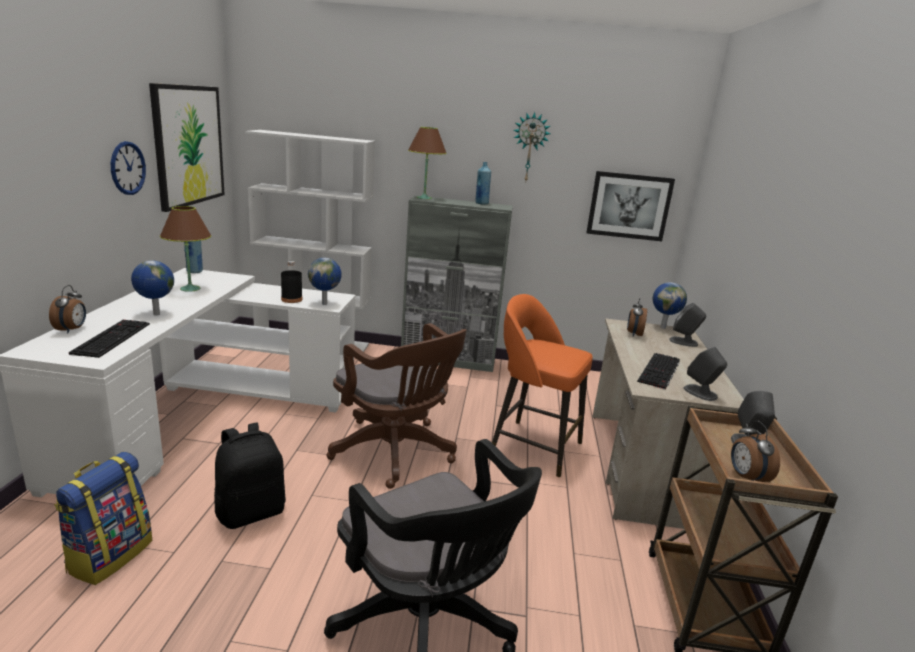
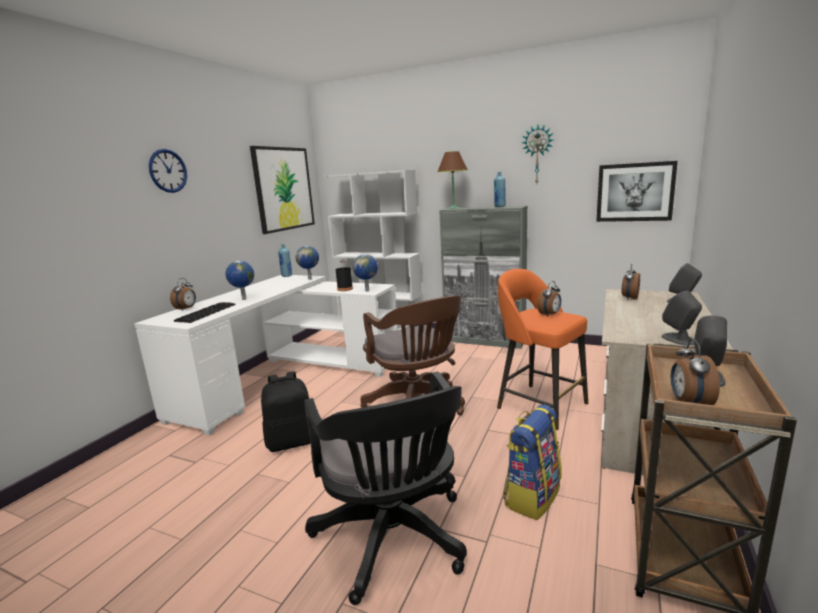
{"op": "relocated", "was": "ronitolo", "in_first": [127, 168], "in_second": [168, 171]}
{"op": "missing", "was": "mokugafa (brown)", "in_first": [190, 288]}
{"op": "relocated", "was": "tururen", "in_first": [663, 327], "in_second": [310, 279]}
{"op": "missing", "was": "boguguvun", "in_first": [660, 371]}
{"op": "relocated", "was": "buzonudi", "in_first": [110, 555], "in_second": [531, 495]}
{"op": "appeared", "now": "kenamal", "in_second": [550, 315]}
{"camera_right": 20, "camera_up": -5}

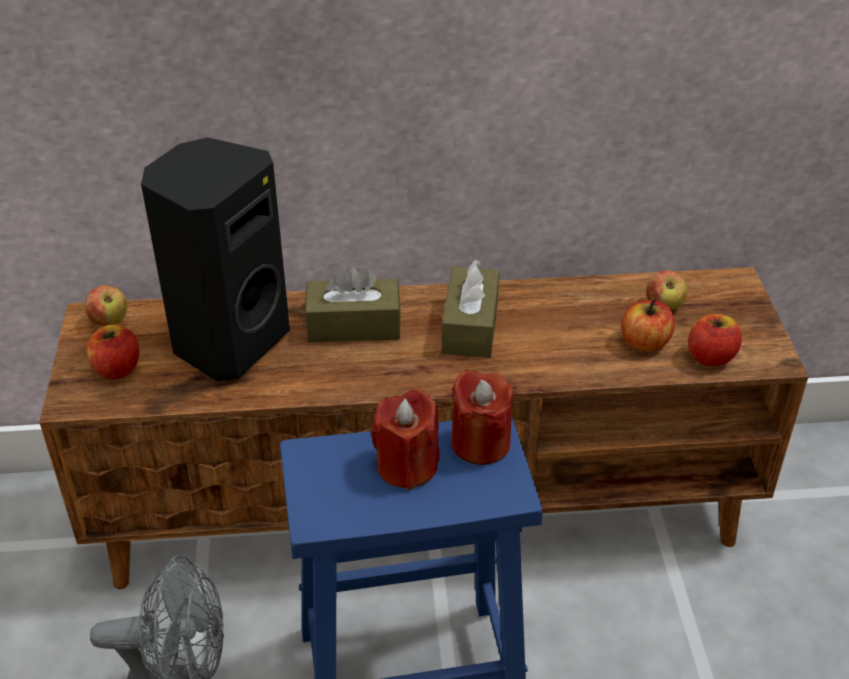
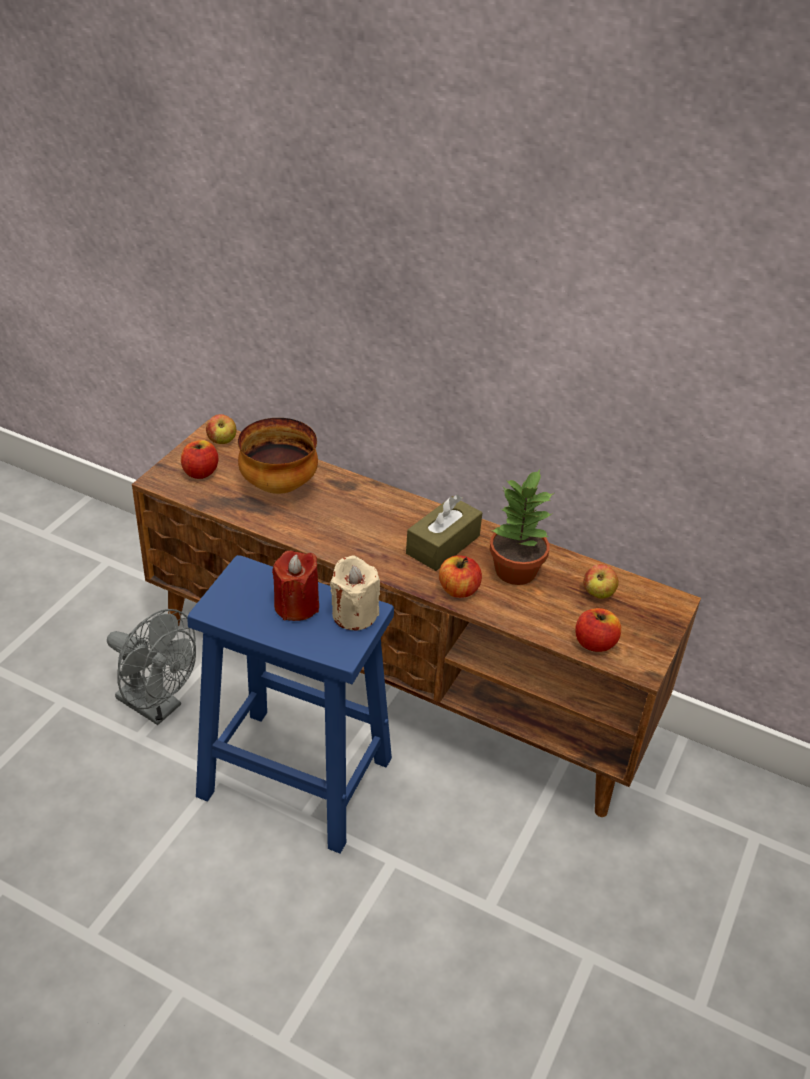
{"op": "exchanged", "was": "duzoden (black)", "now": "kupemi", "in_first": [228, 342], "in_second": [279, 485]}
{"op": "missing", "was": "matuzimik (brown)", "in_first": [353, 325]}
{"op": "relocated", "was": "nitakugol", "in_first": [645, 342], "in_second": [458, 590]}
{"op": "colour", "was": "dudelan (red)", "now": "dudelan (beige)", "in_first": [480, 443], "in_second": [354, 614]}
{"op": "appeared", "now": "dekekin", "in_second": [514, 571]}
{"camera_right": 30, "camera_up": 0}

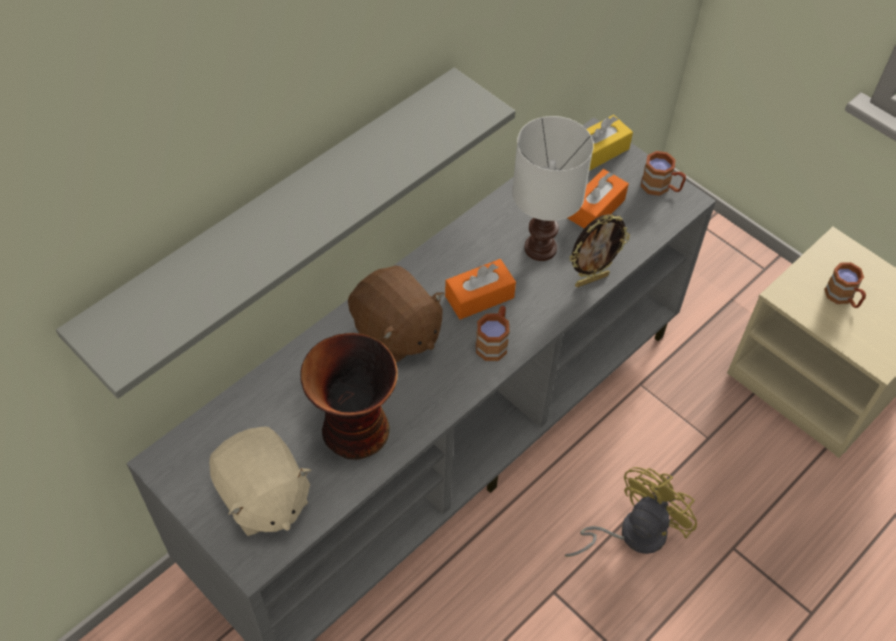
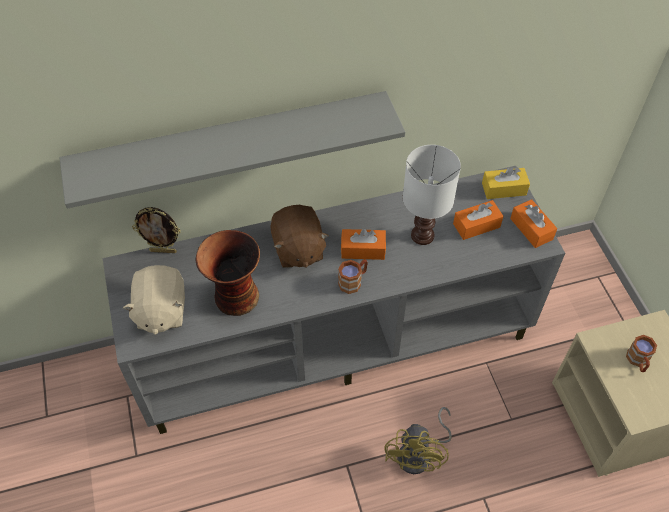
{"op": "exchanged", "was": "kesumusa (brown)", "now": "matuzimik (orange)", "in_first": [661, 187], "in_second": [531, 229]}
{"op": "relocated", "was": "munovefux", "in_first": [591, 279], "in_second": [163, 251]}
{"op": "spun", "was": "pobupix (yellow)", "in_first": [632, 533], "in_second": [420, 455], "clockwise": 120}
{"camera_right": 30, "camera_up": 0}

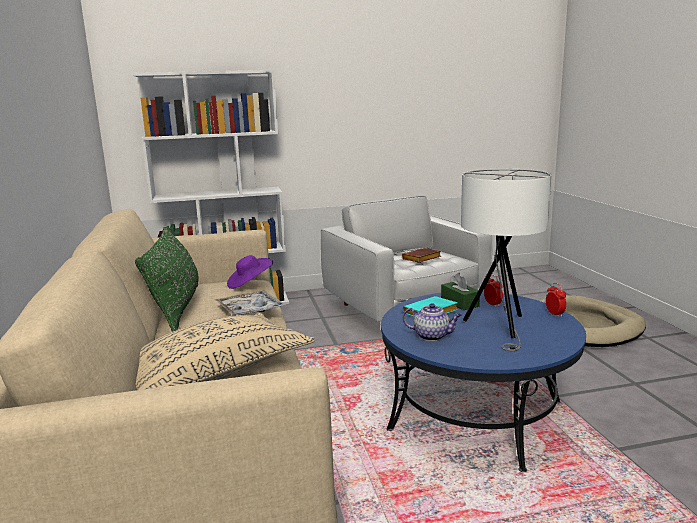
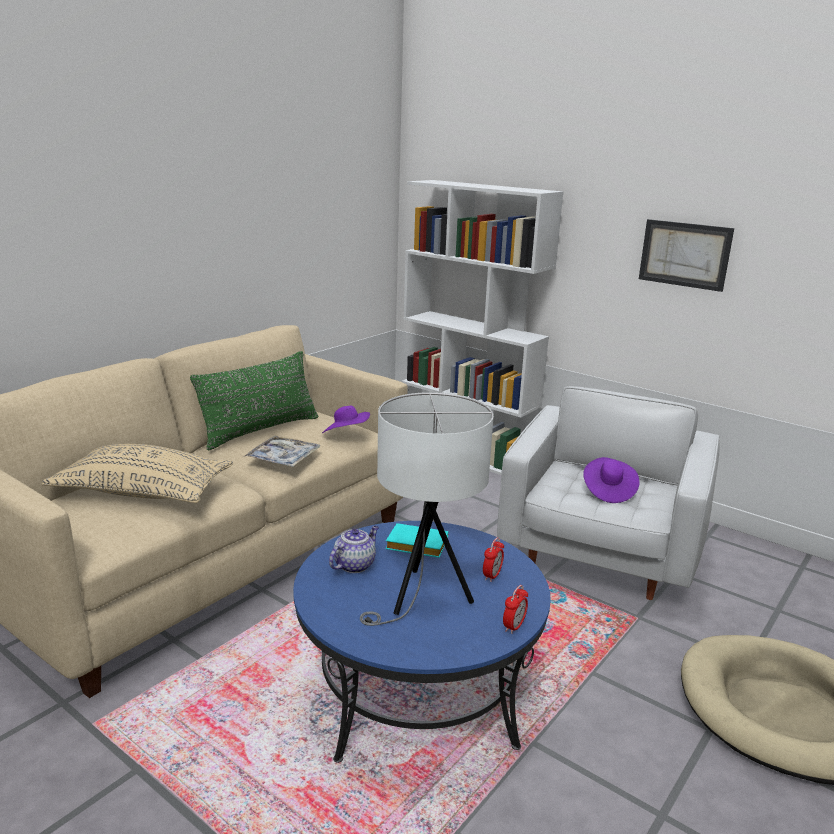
{"op": "exchanged", "was": "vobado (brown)", "now": "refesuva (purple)", "in_first": [421, 259], "in_second": [608, 491]}
{"op": "missing", "was": "matuzimik (green)", "in_first": [459, 303]}
{"op": "spun", "was": "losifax", "in_first": [432, 336], "in_second": [354, 565], "clockwise": -120}
{"op": "appeared", "now": "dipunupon", "in_second": [684, 254]}
{"camera_right": 50, "camera_up": 5}

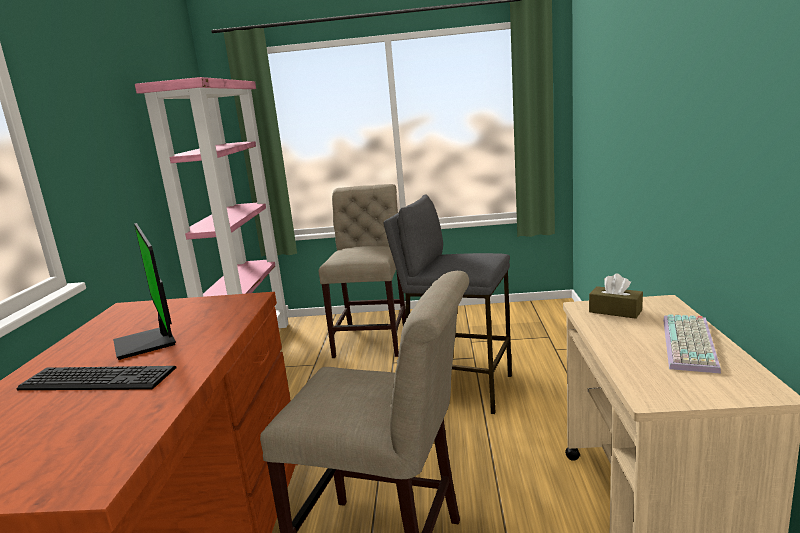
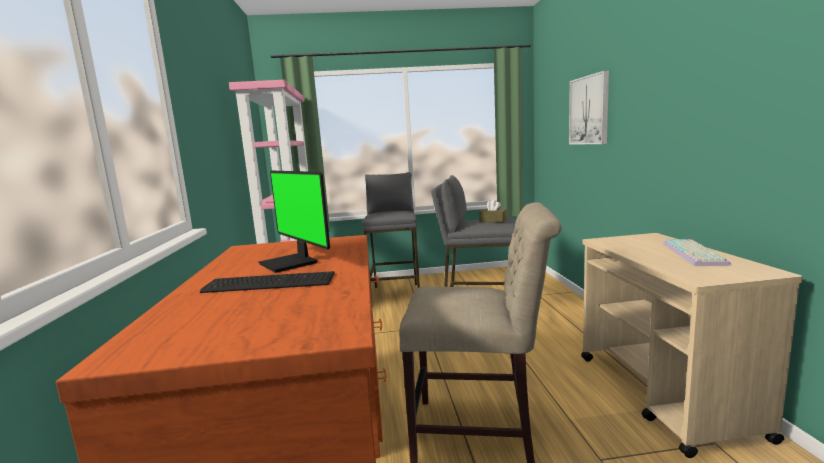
{"op": "exchanged", "was": "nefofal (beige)", "now": "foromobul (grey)", "in_first": [373, 338], "in_second": [396, 294]}
{"op": "relocated", "was": "matuzimik (brown)", "in_first": [615, 311], "in_second": [493, 221]}
{"op": "appeared", "now": "dipunupon", "in_second": [589, 110]}
{"camera_right": -10, "camera_up": -5}

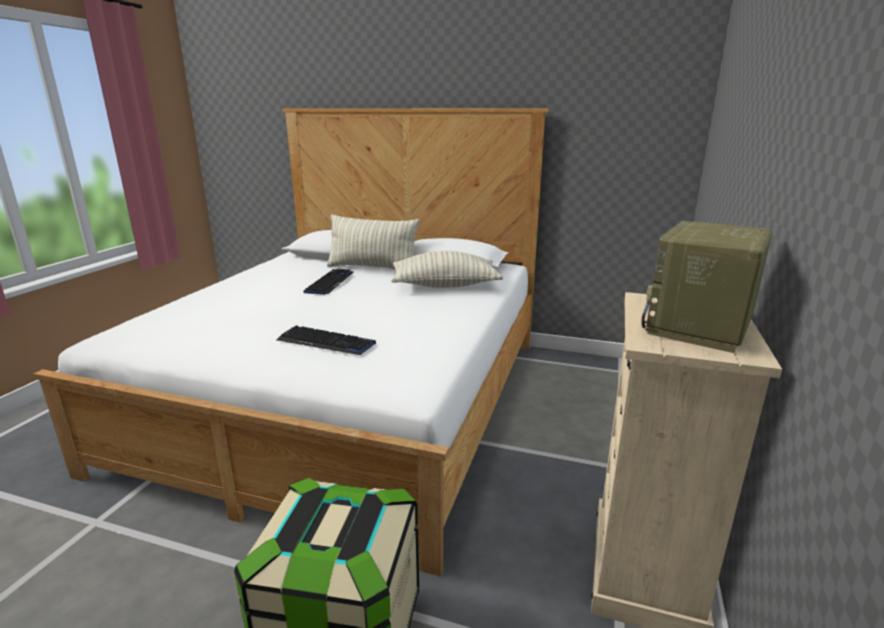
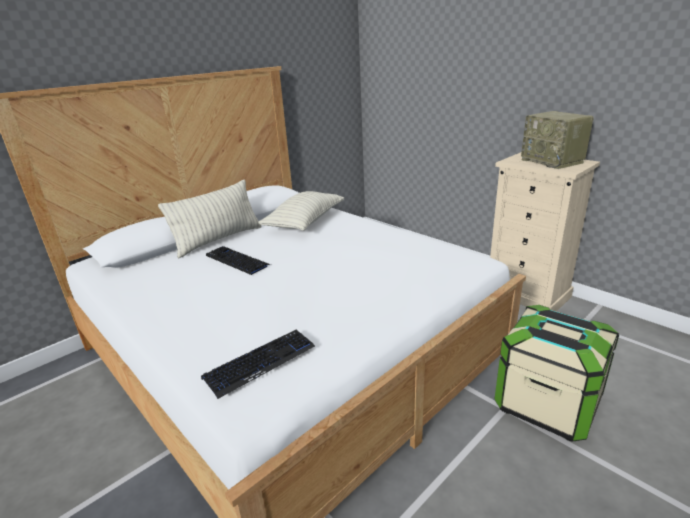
{"op": "relocated", "was": "boguguvun", "in_first": [326, 342], "in_second": [260, 362]}
{"camera_right": -60, "camera_up": 5}

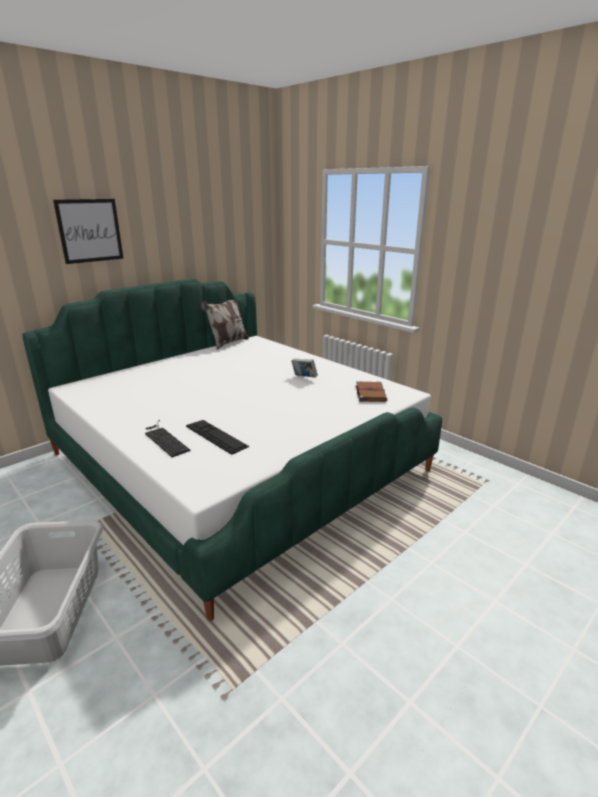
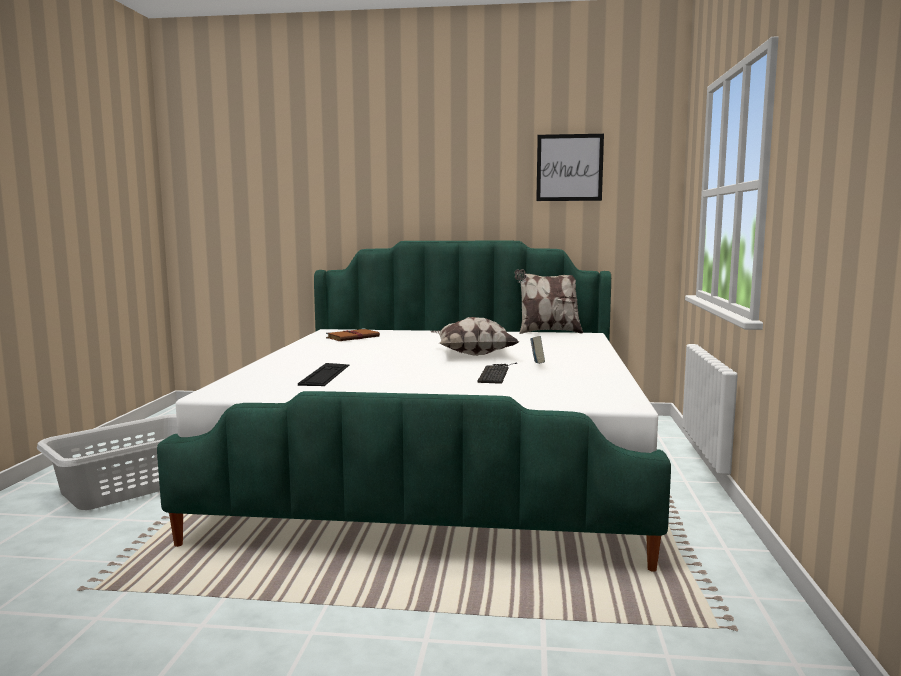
{"op": "relocated", "was": "dipunupon", "in_first": [90, 230], "in_second": [569, 167]}
{"op": "relocated", "was": "vobado (brown)", "in_first": [370, 393], "in_second": [353, 337]}
{"op": "relocated", "was": "boguguvun", "in_first": [164, 439], "in_second": [496, 373]}
{"op": "appeared", "now": "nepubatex", "in_second": [472, 354]}
{"camera_right": 50, "camera_up": -15}

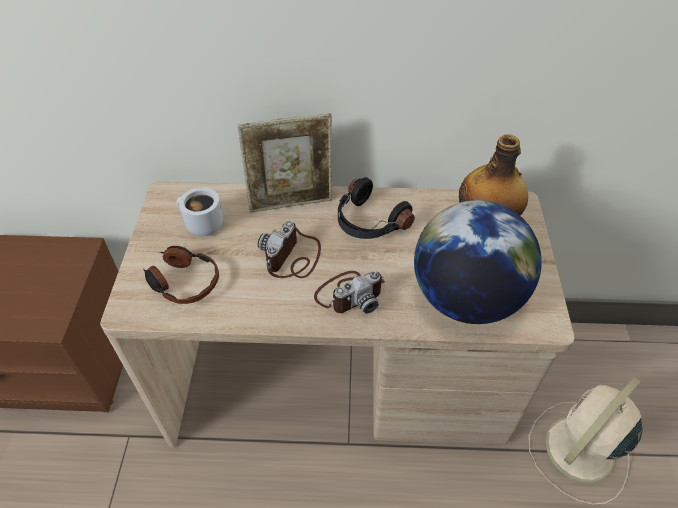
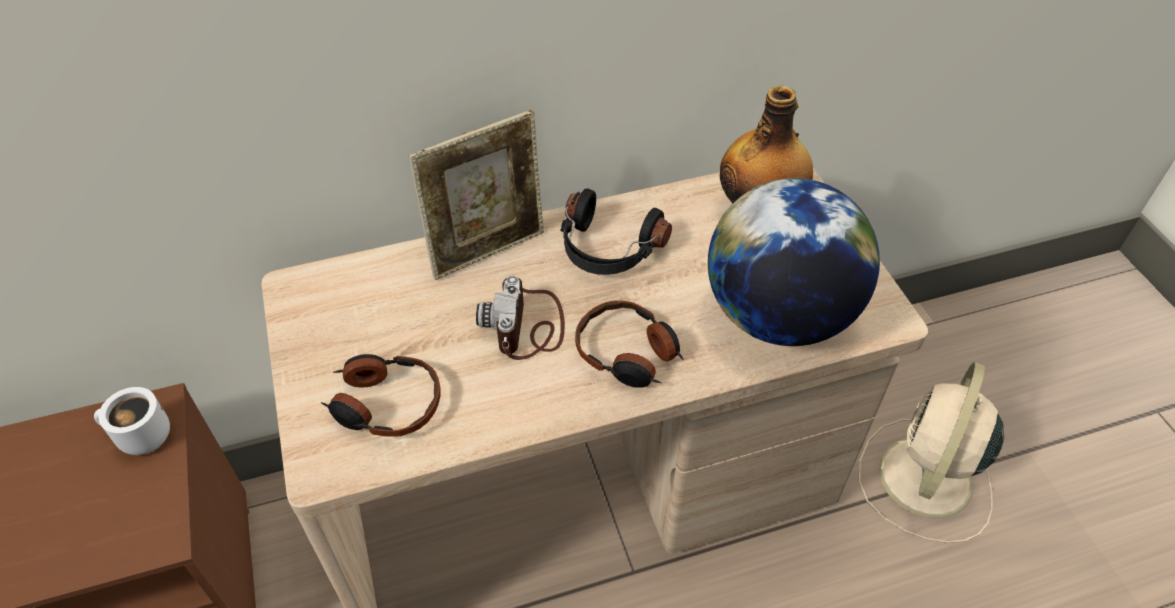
{"op": "relocated", "was": "kesumusa (white)", "in_first": [201, 225], "in_second": [139, 438]}
{"op": "exchanged", "was": "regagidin", "now": "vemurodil", "in_first": [349, 294], "in_second": [628, 354]}
{"camera_right": -20, "camera_up": 0}

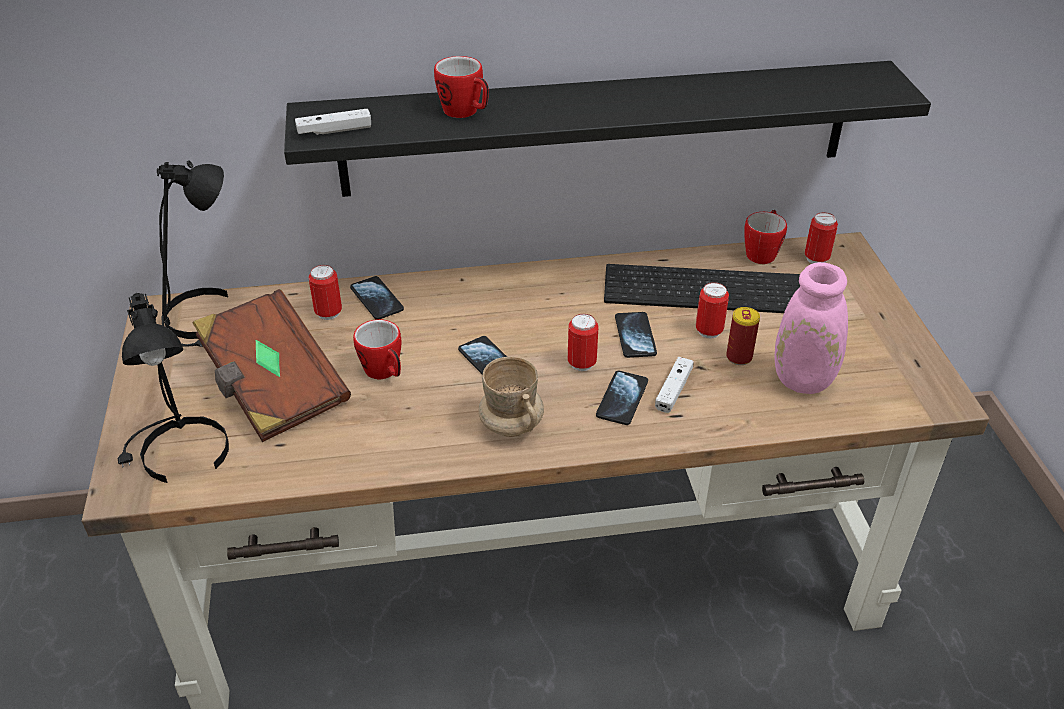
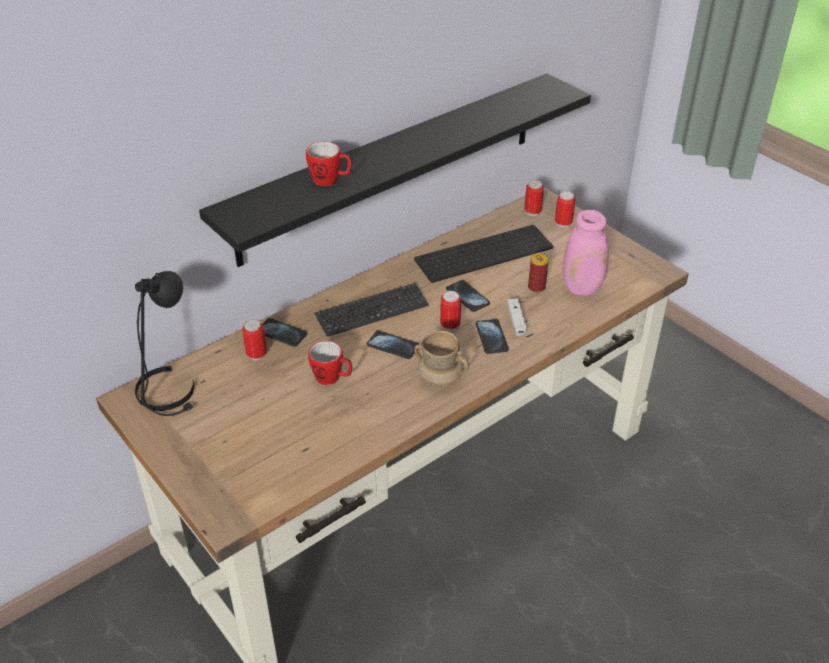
{"op": "missing", "was": "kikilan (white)", "in_first": [334, 131]}
{"op": "missing", "was": "kesumusa", "in_first": [762, 252]}
{"op": "relocated", "was": "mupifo", "in_first": [709, 331], "in_second": [563, 223]}
{"op": "missing", "was": "vobado (brown)", "in_first": [273, 387]}
{"op": "missing", "was": "mokugafa (black)", "in_first": [179, 454]}
{"op": "appeared", "now": "boguguvun", "in_second": [372, 311]}
{"camera_right": -30, "camera_up": 0}

